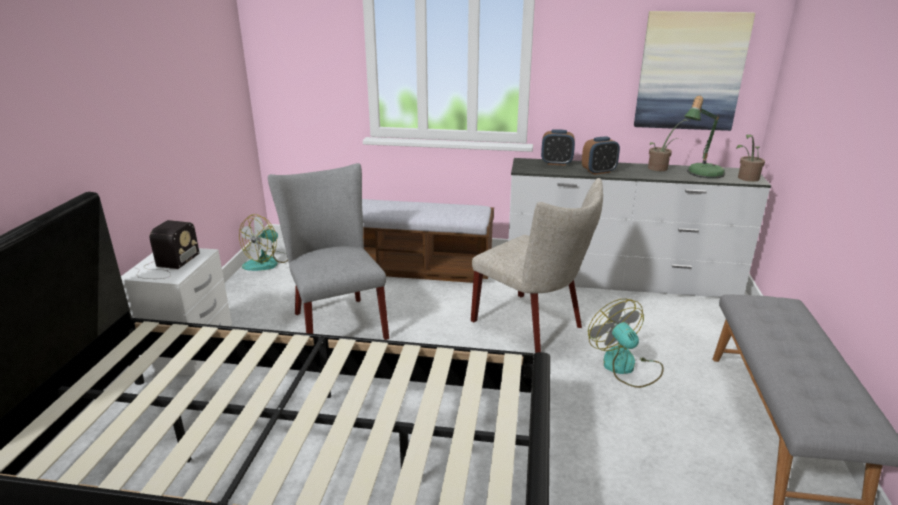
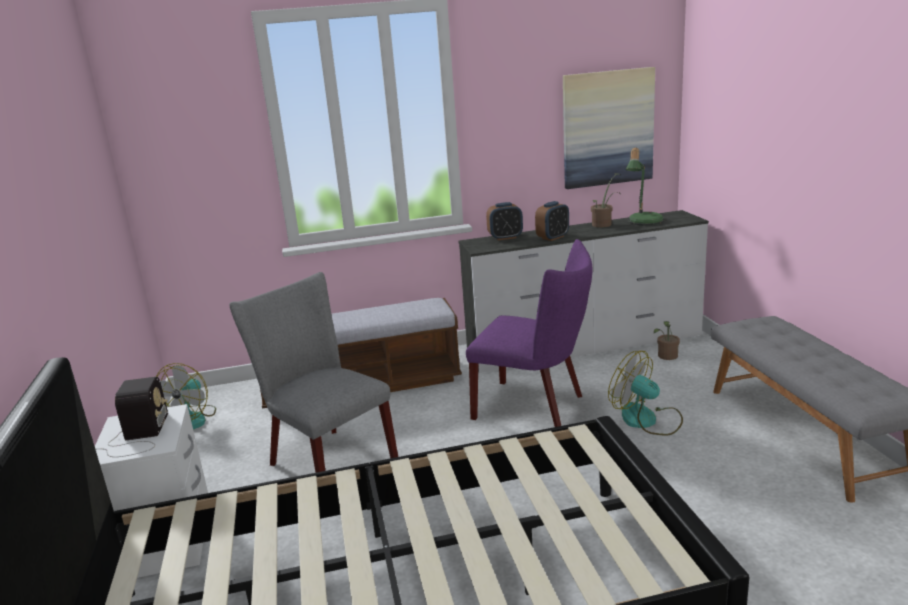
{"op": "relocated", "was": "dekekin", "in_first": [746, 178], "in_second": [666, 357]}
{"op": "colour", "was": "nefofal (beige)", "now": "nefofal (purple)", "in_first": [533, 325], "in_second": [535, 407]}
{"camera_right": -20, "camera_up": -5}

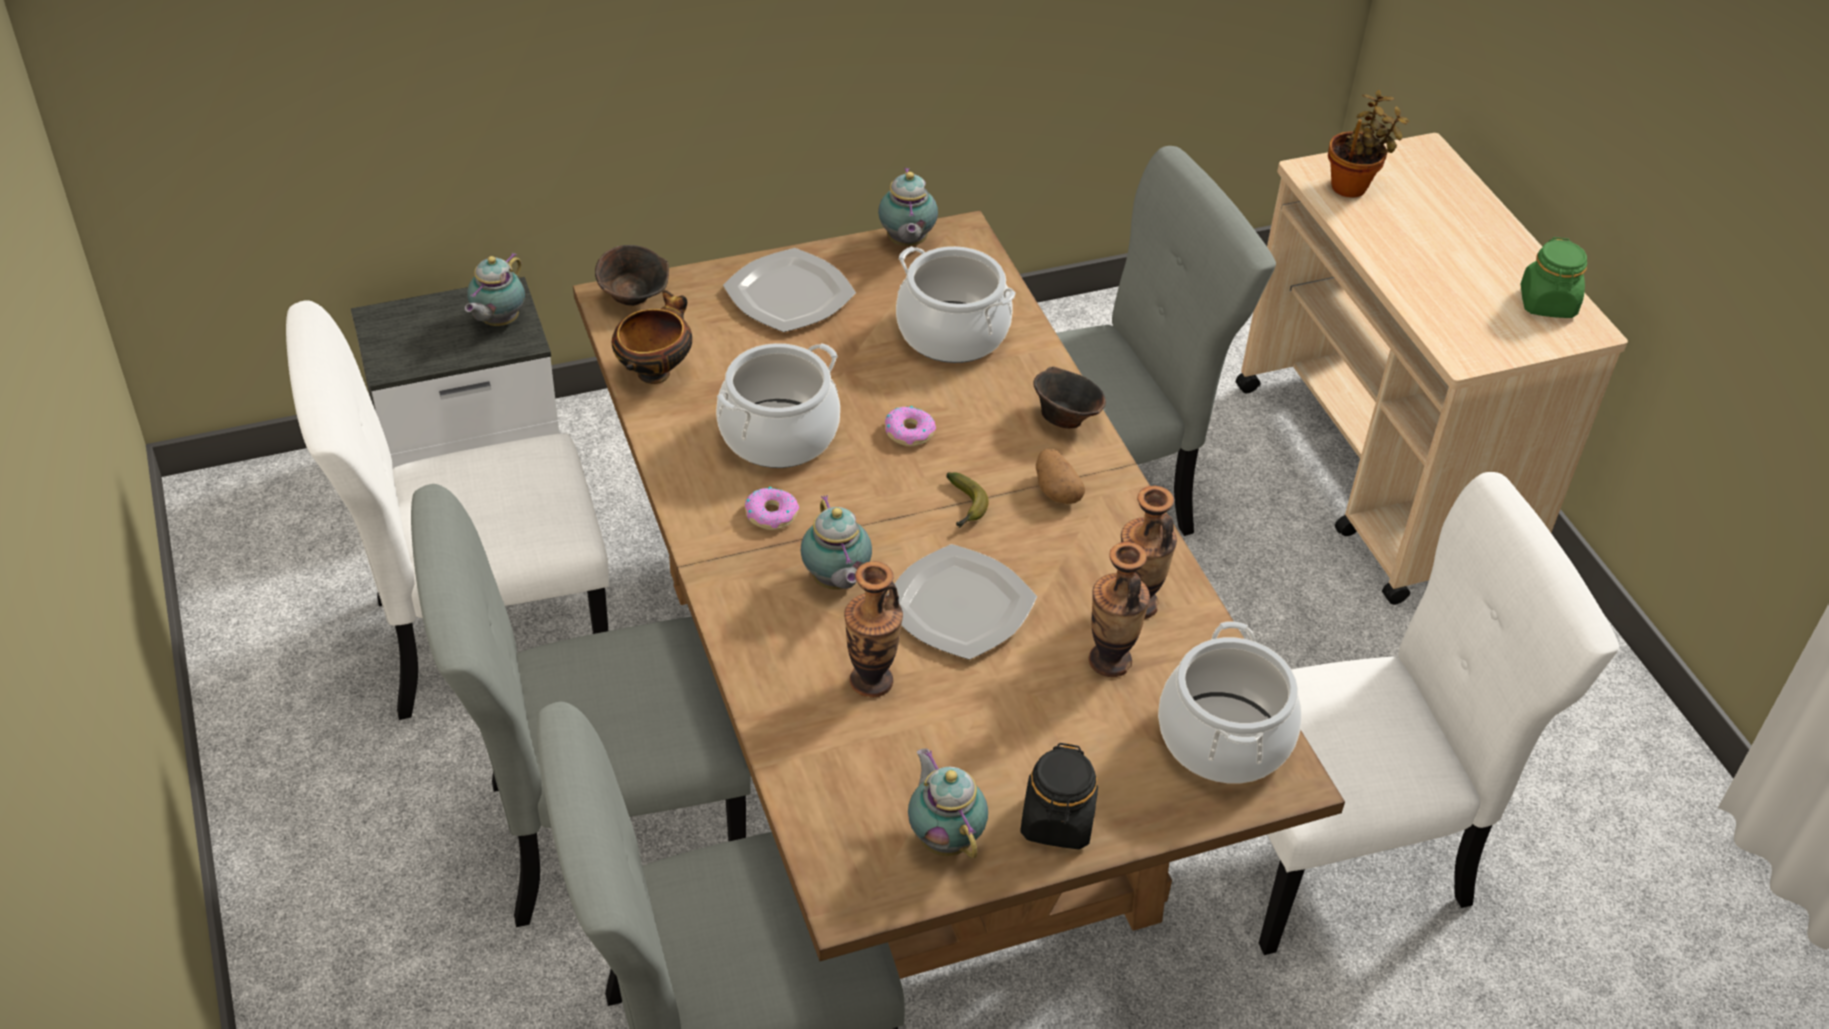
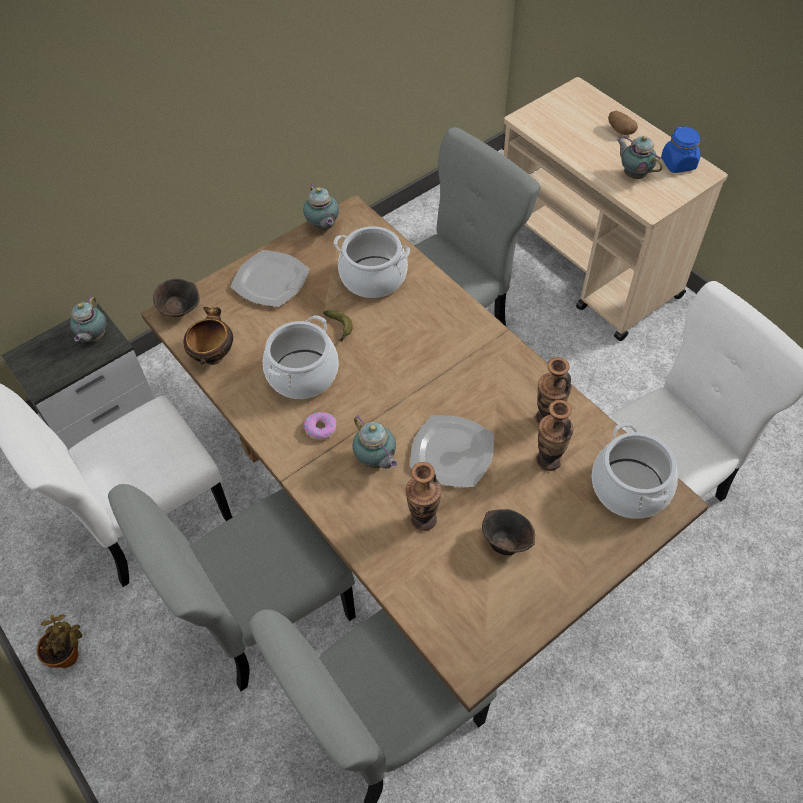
{"op": "relocated", "was": "dekekin", "in_first": [1353, 186], "in_second": [69, 655]}
{"op": "colour", "was": "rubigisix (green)", "now": "rubigisix (blue)", "in_first": [1547, 303], "in_second": [678, 164]}
{"op": "relocated", "was": "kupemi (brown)", "in_first": [1065, 417], "in_second": [505, 541]}
{"op": "missing", "was": "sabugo", "in_first": [909, 432]}
{"op": "relocated", "was": "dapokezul", "in_first": [1055, 490], "in_second": [620, 130]}
{"op": "relocated", "was": "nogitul", "in_first": [965, 507], "in_second": [339, 328]}
{"op": "missing", "was": "rubigisix (black)", "in_first": [1057, 822]}
{"op": "relocated", "was": "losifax", "in_first": [944, 837], "in_second": [633, 174]}
{"camera_right": -15, "camera_up": 10}

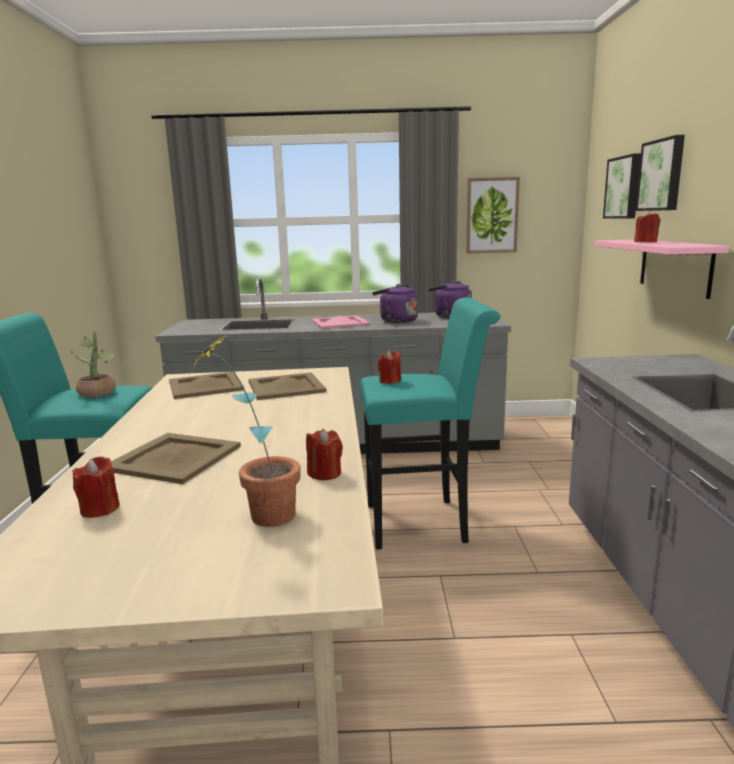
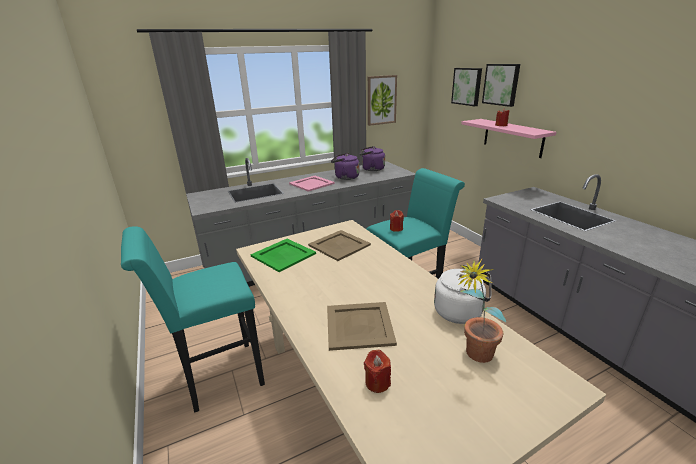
{"op": "missing", "was": "dekekin", "in_first": [98, 394]}
{"op": "colour", "was": "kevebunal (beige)", "now": "kevebunal (green)", "in_first": [206, 386], "in_second": [284, 255]}
{"op": "exchanged", "was": "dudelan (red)", "now": "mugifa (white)", "in_first": [324, 473], "in_second": [461, 312]}
{"camera_right": -25, "camera_up": 10}

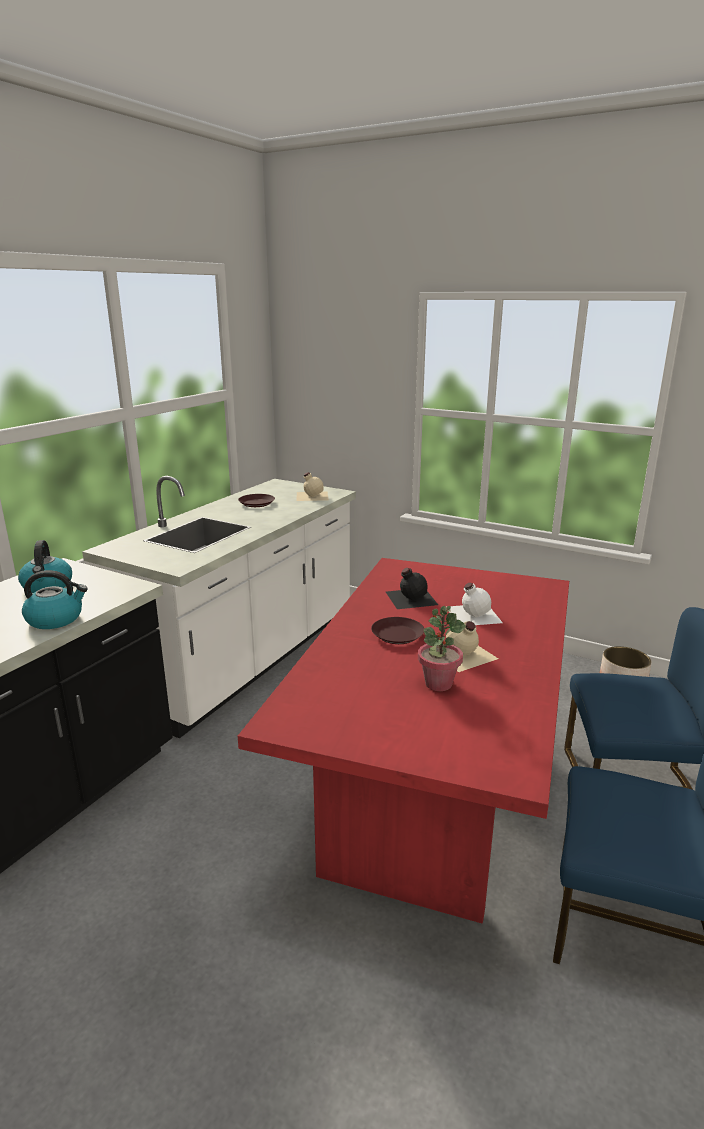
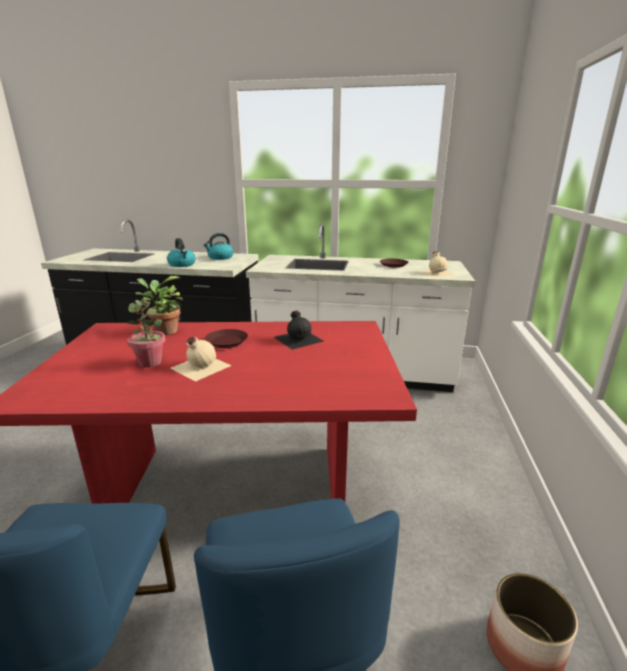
{"op": "missing", "was": "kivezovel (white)", "in_first": [472, 614]}
{"op": "appeared", "now": "dekekin", "in_second": [164, 331]}
{"camera_right": 70, "camera_up": 0}

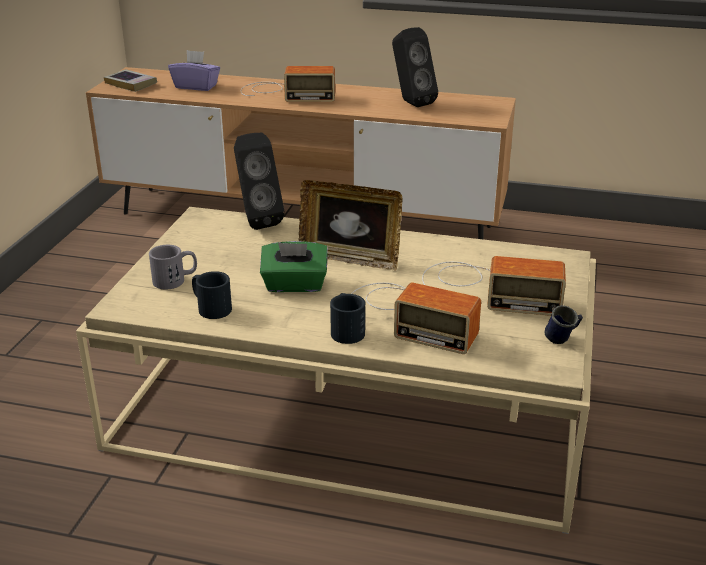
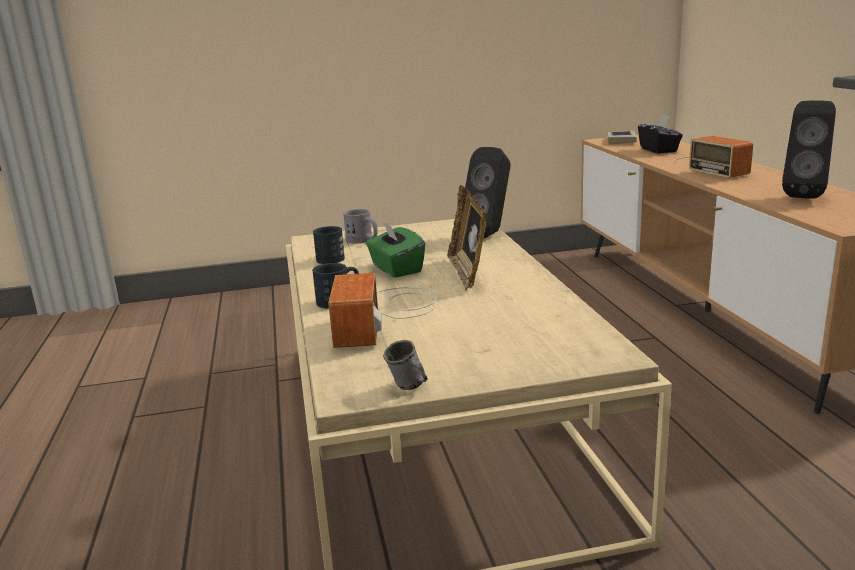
{"op": "colour", "was": "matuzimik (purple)", "now": "matuzimik (black)", "in_first": [196, 86], "in_second": [659, 150]}
{"op": "missing", "was": "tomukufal", "in_first": [487, 288]}
{"op": "colour", "was": "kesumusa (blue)", "now": "kesumusa (grey)", "in_first": [562, 340], "in_second": [410, 388]}
{"camera_right": 65, "camera_up": -10}

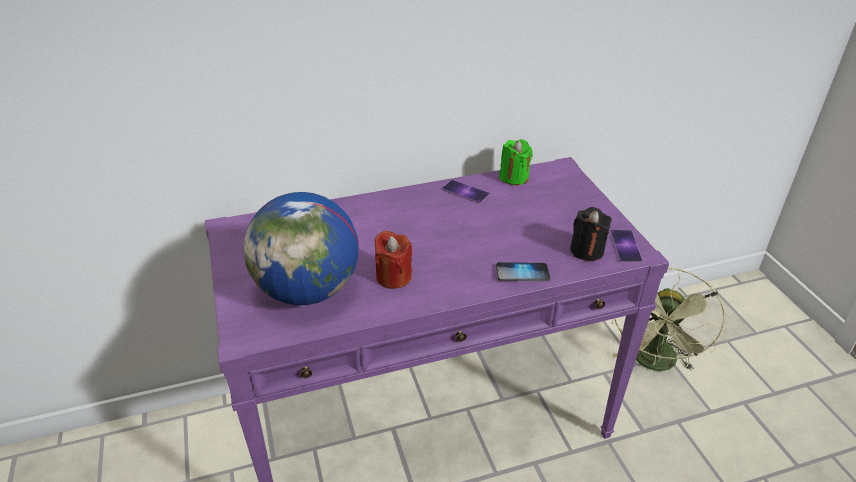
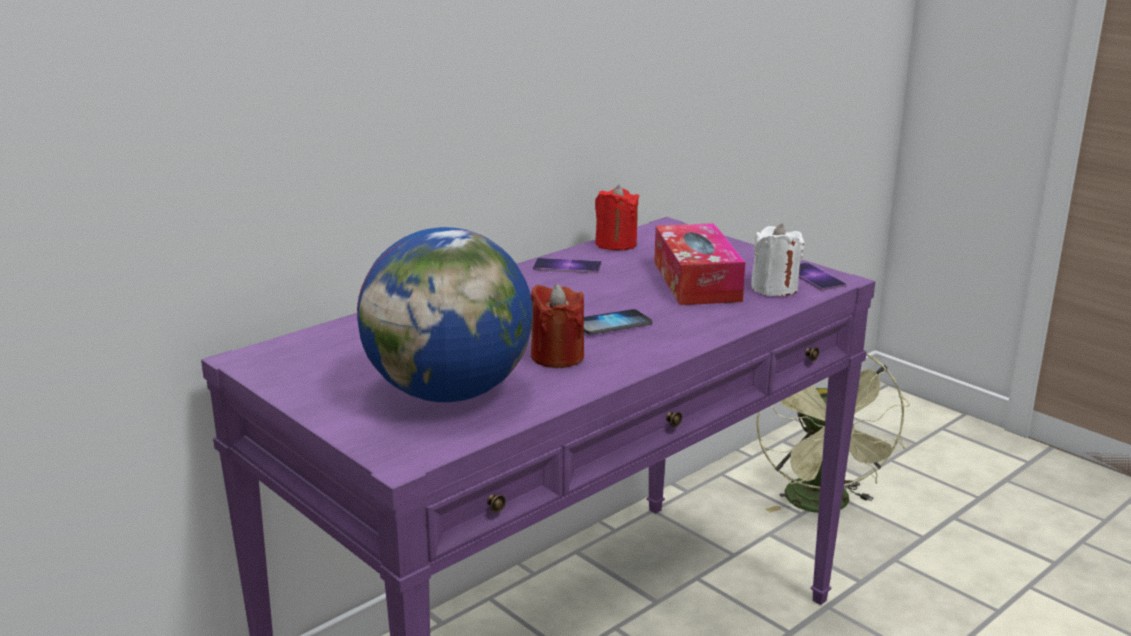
{"op": "colour", "was": "dudelan (green)", "now": "dudelan (red)", "in_first": [514, 177], "in_second": [616, 244]}
{"op": "colour", "was": "dudelan (black)", "now": "dudelan (white)", "in_first": [587, 250], "in_second": [774, 288]}
{"op": "relocated", "was": "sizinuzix", "in_first": [522, 273], "in_second": [612, 324]}
{"op": "appeared", "now": "matuzimik", "in_second": [696, 281]}
{"camera_right": -25, "camera_up": -15}

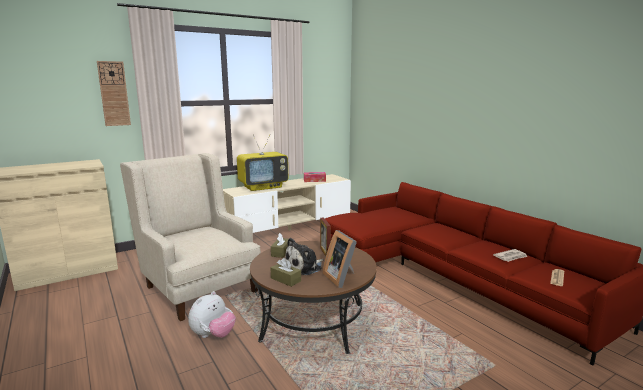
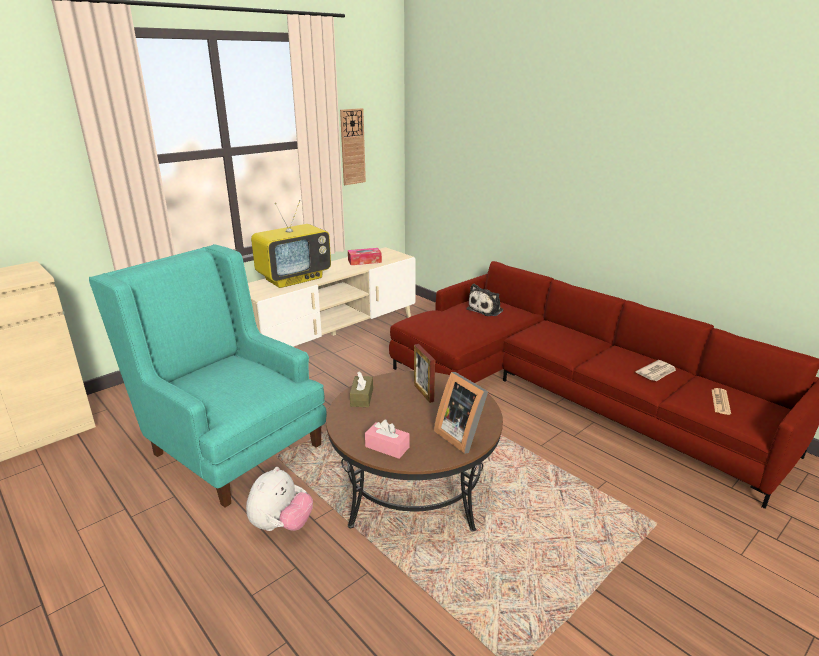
{"op": "relocated", "was": "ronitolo", "in_first": [114, 94], "in_second": [352, 147]}
{"op": "colour", "was": "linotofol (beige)", "now": "linotofol (turquoise)", "in_first": [197, 286], "in_second": [229, 444]}
{"op": "relocated", "was": "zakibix", "in_first": [304, 267], "in_second": [486, 310]}
{"op": "colour", "was": "matuzimik (brown)", "now": "matuzimik (pink)", "in_first": [286, 279], "in_second": [387, 447]}
{"camera_right": -10, "camera_up": 10}

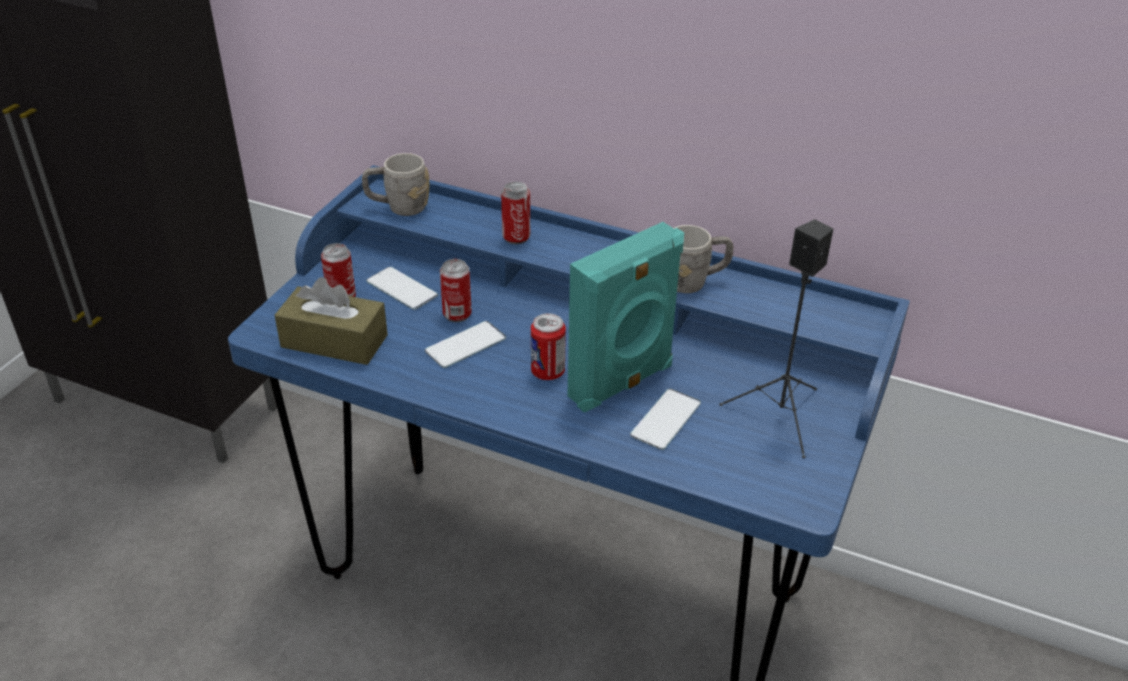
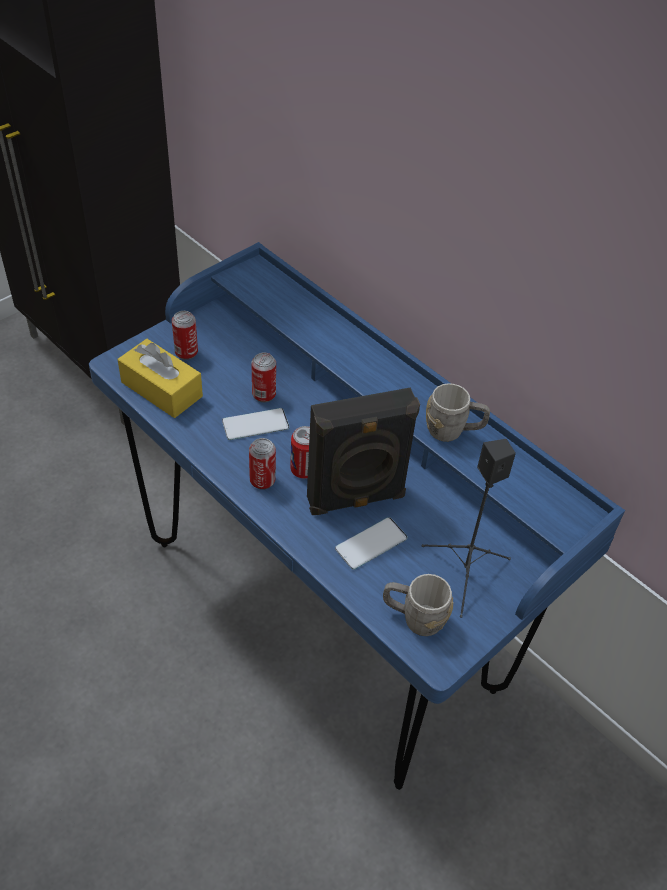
{"op": "relocated", "was": "kesumusa (grey)", "in_first": [398, 207], "in_second": [414, 617]}
{"op": "relocated", "was": "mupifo", "in_first": [516, 237], "in_second": [262, 480]}
{"op": "colour", "was": "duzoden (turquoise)", "now": "duzoden (black)", "in_first": [623, 383], "in_second": [356, 499]}
{"op": "missing", "was": "sizinuzix", "in_first": [402, 289]}
{"op": "colour", "was": "matuzimik (brown)", "now": "matuzimik (yellow)", "in_first": [334, 341], "in_second": [161, 389]}
{"camera_right": 20, "camera_up": 10}

